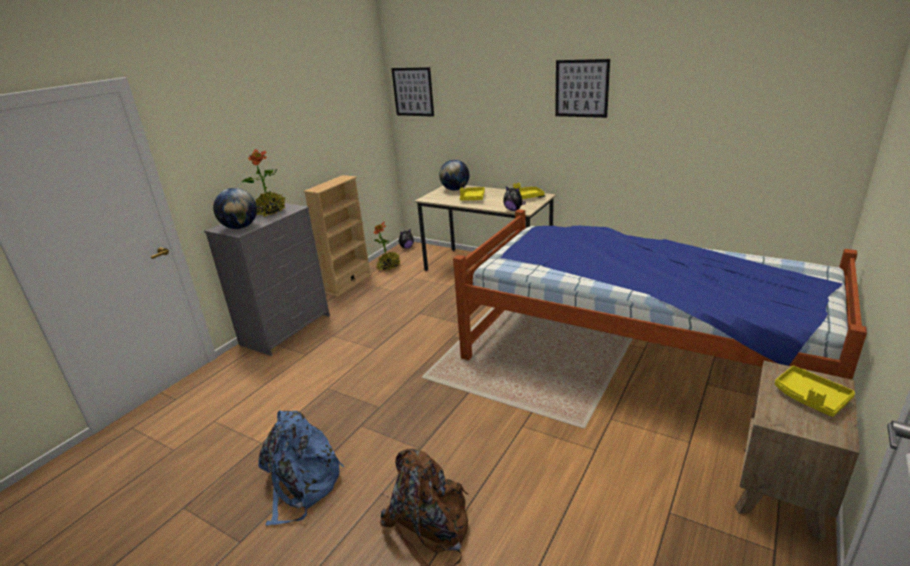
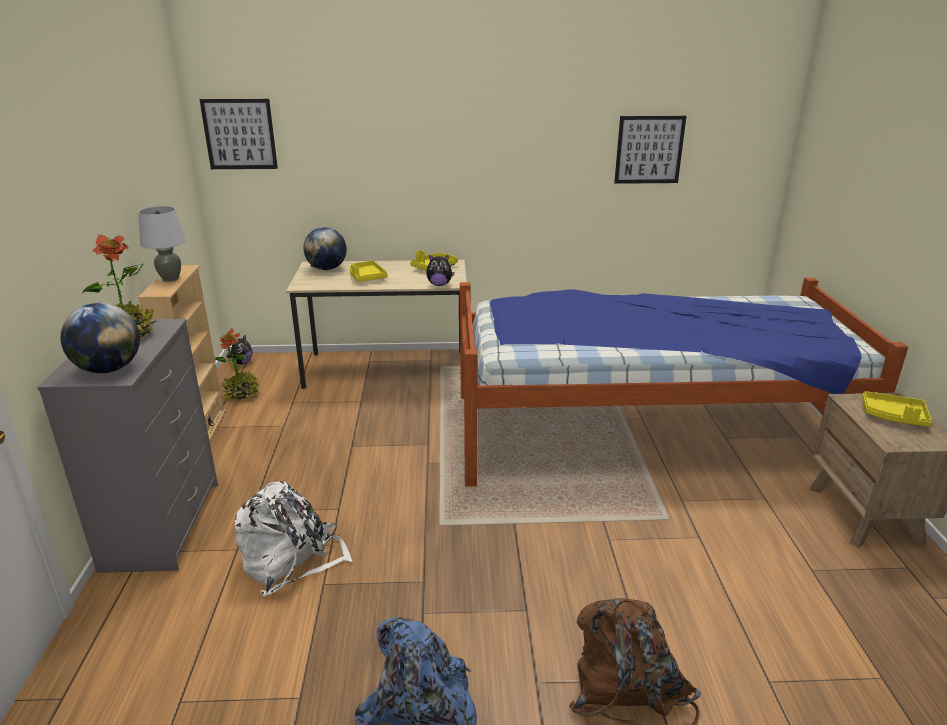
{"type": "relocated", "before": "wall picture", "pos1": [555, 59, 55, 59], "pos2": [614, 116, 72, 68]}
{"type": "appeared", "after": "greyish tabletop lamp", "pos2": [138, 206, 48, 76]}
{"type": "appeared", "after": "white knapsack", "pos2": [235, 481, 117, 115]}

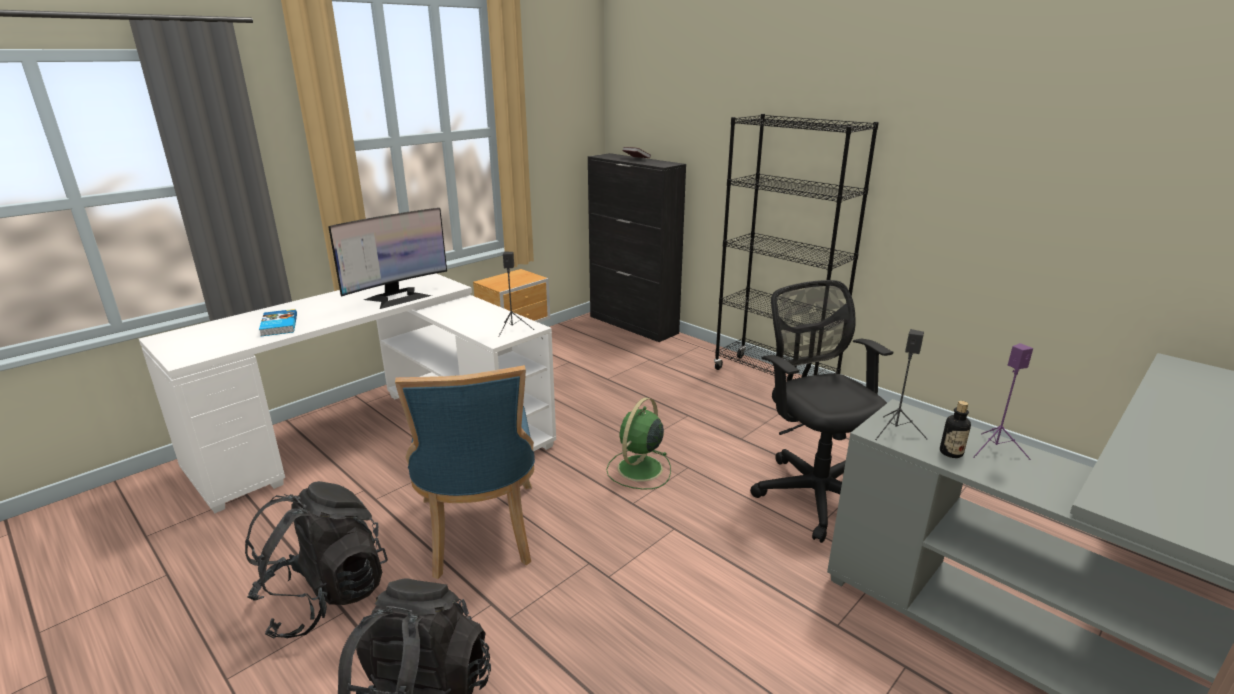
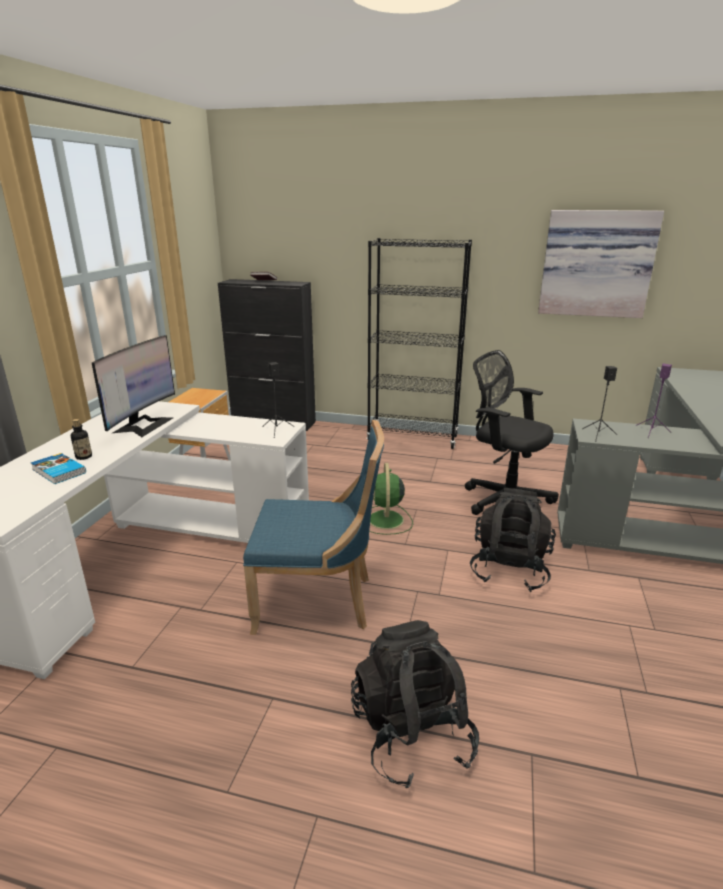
{"type": "relocated", "before": "blackish knapsack", "pos1": [245, 481, 143, 158], "pos2": [470, 488, 86, 104]}
{"type": "spun", "before": "bluish plain chair", "pos1": [395, 365, 140, 214], "pos2": [243, 420, 141, 215], "turn": -45}
{"type": "relocated", "before": "bottle", "pos1": [940, 401, 31, 57], "pos2": [71, 419, 21, 41]}
{"type": "appeared", "after": "wall picture", "pos2": [538, 210, 126, 108]}

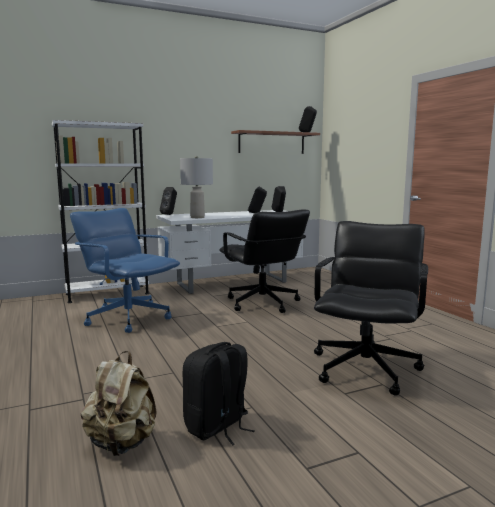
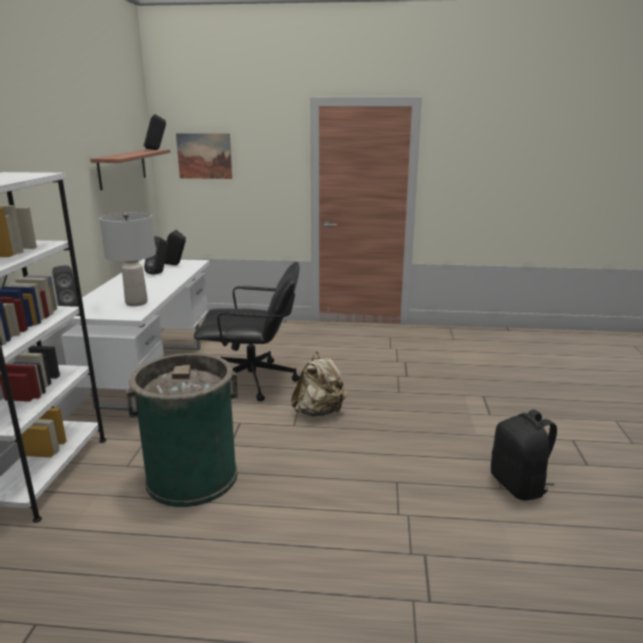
{"type": "exchanged", "before": "bluish desk chair", "after": "green-coloured trash can", "pos1": [70, 208, 110, 125], "pos2": [126, 353, 112, 154]}
{"type": "relocated", "before": "beige-coloured knapsack", "pos1": [81, 351, 75, 105], "pos2": [291, 352, 56, 64]}
{"type": "missing", "before": "blackish desk chair", "pos1": [314, 221, 114, 175]}
{"type": "appeared", "after": "wall picture", "pos2": [176, 133, 56, 46]}

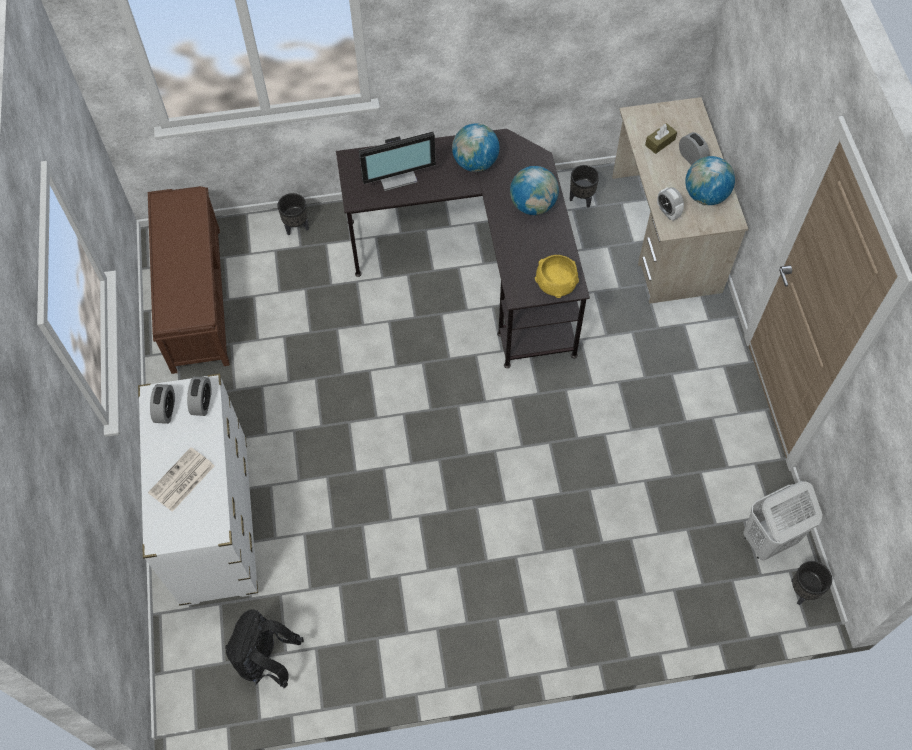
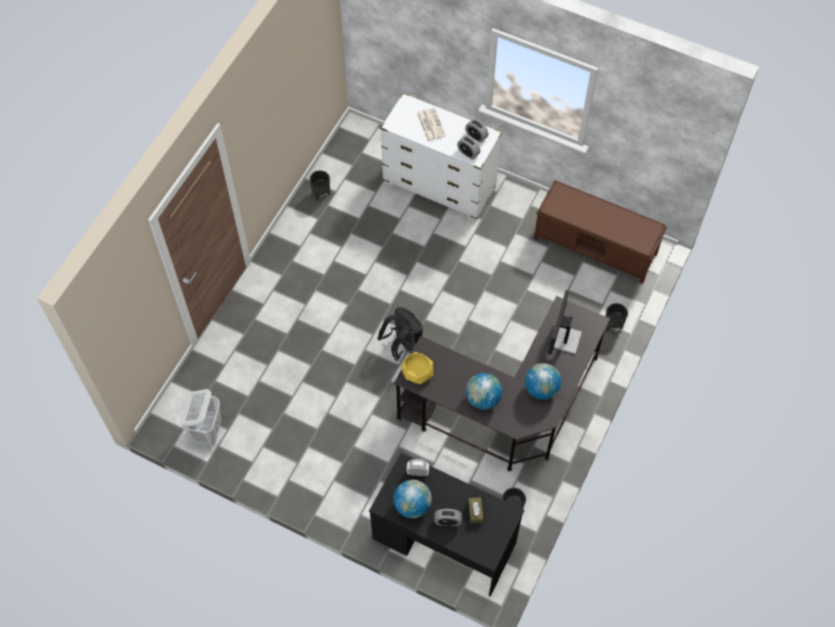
{"type": "relocated", "before": "blackish knapsack", "pos1": [225, 609, 79, 79], "pos2": [377, 307, 46, 54]}
{"type": "colour", "before": "beige-coloured desk", "after": "blackish desk", "pos1": [612, 97, 137, 207], "pos2": [369, 452, 155, 145]}
{"type": "relocated", "before": "blackish plant pot", "pos1": [791, 561, 41, 44], "pos2": [309, 170, 21, 31]}

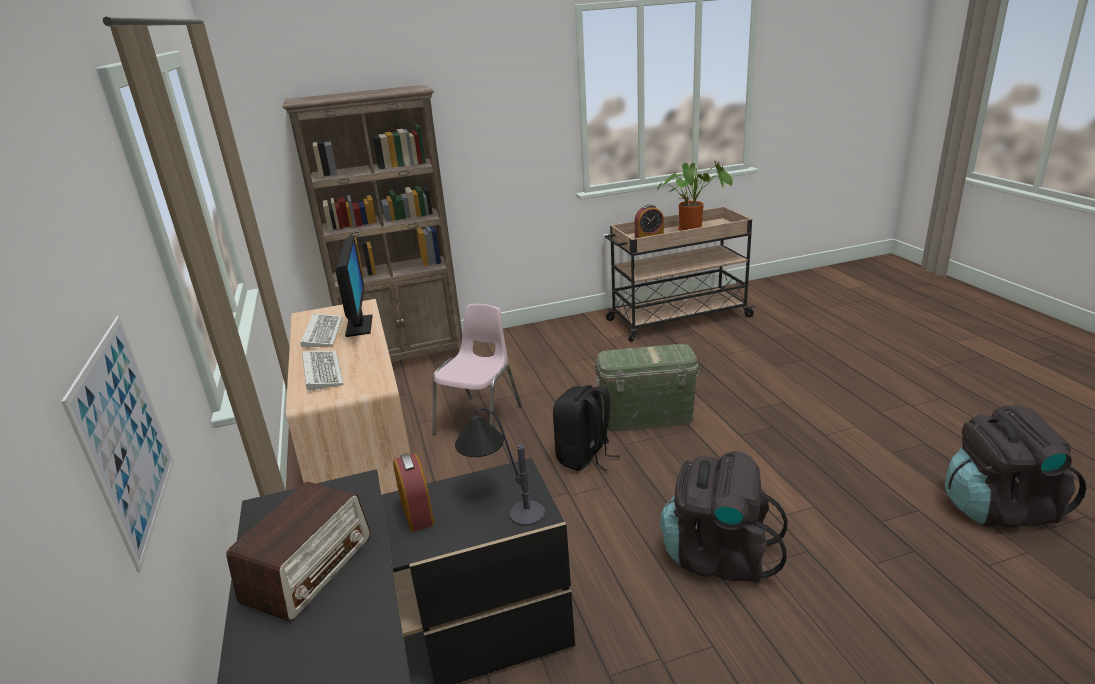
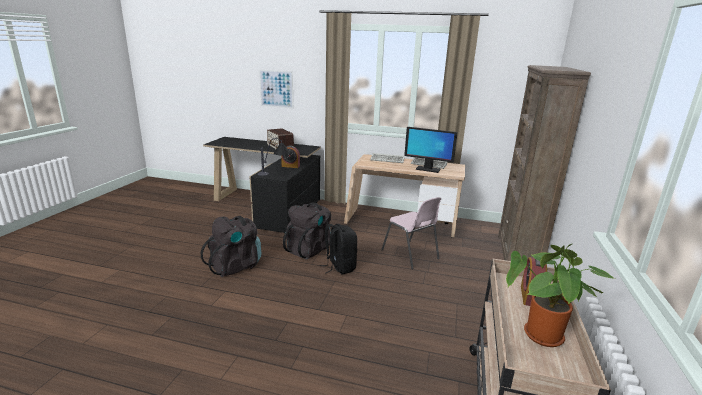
{"type": "missing", "before": "green-coloured storage box", "pos1": [594, 344, 106, 87]}
{"type": "relocated", "before": "blackish knapsack", "pos1": [945, 405, 141, 122], "pos2": [283, 202, 48, 57]}

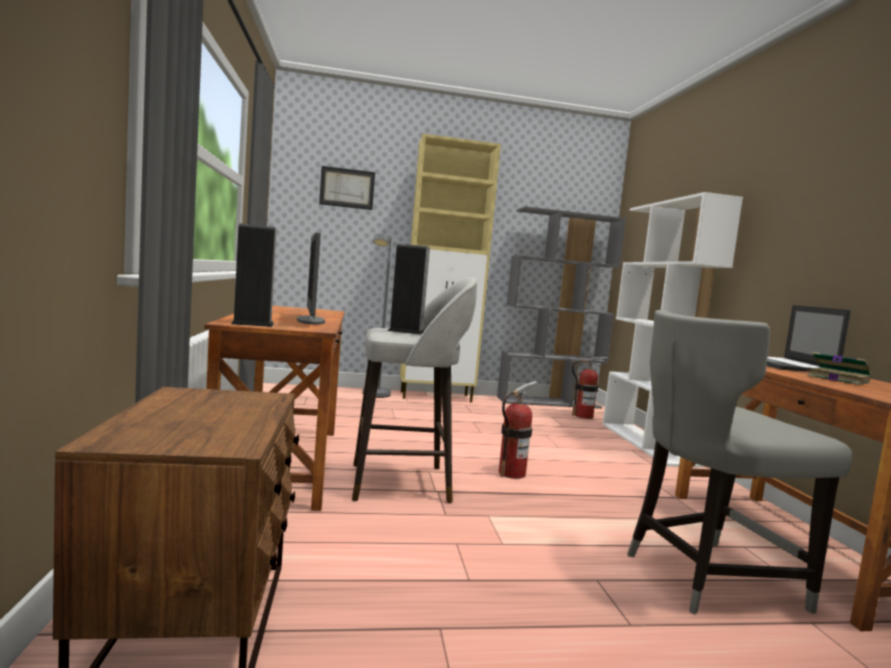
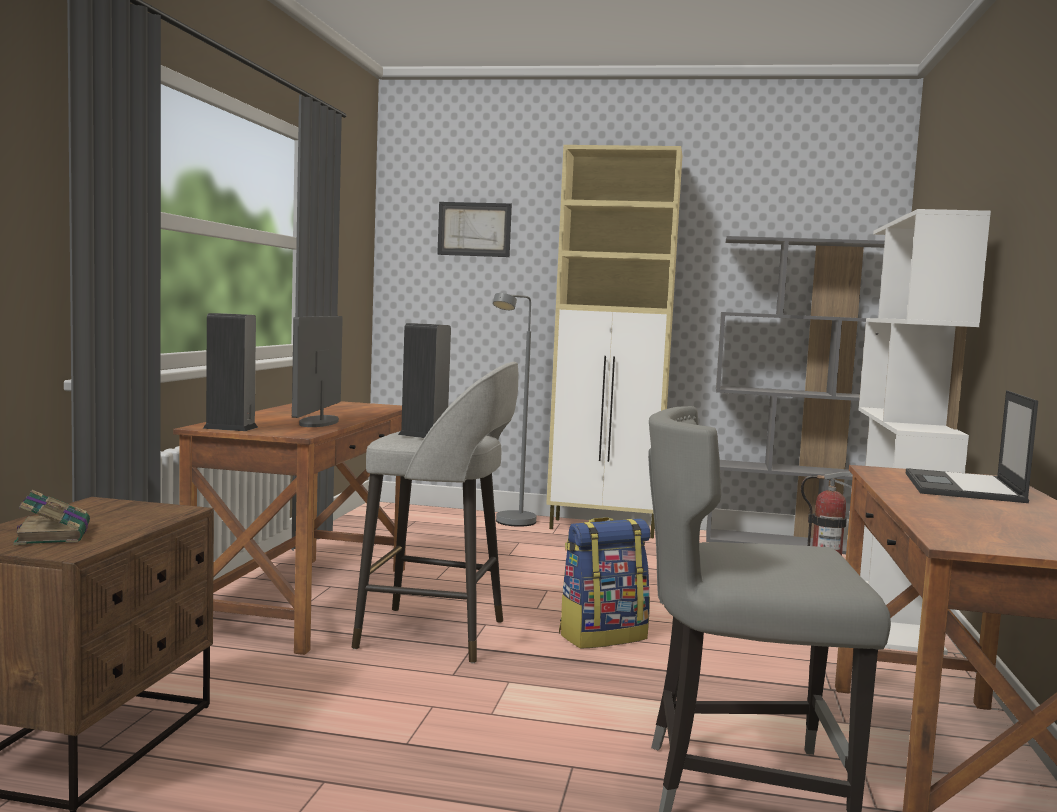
{"type": "exchanged", "before": "fire extinguisher", "after": "knapsack", "pos1": [499, 381, 40, 98], "pos2": [559, 517, 91, 132]}
{"type": "relocated", "before": "book", "pos1": [807, 352, 64, 33], "pos2": [13, 490, 77, 55]}

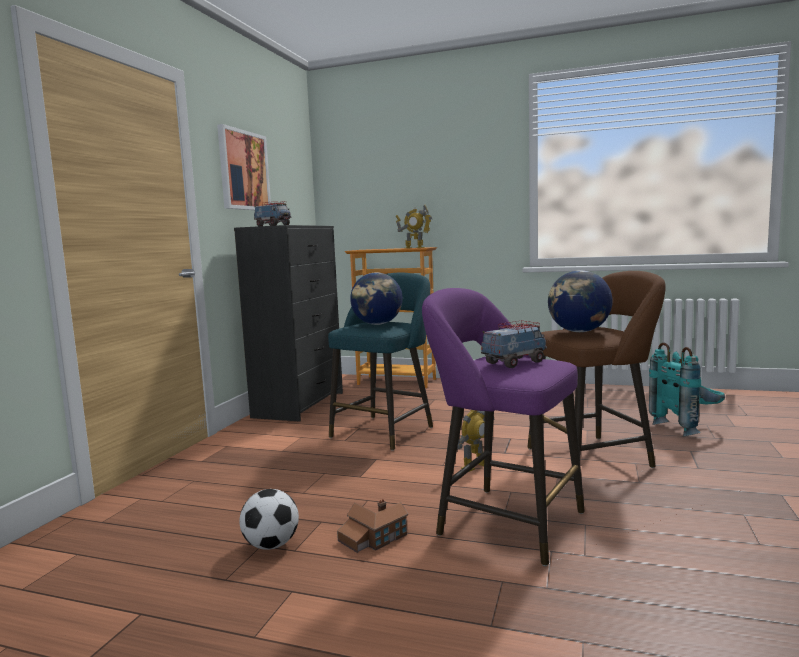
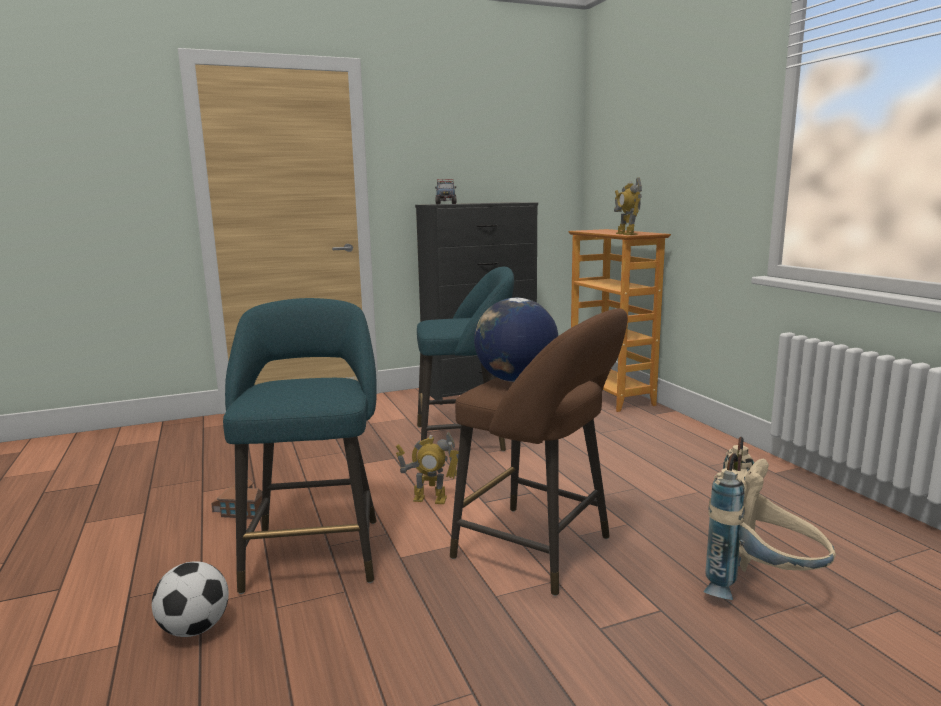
{"type": "missing", "before": "wall picture", "pos1": [217, 124, 54, 86]}
{"type": "relocated", "before": "ball for football", "pos1": [239, 489, 60, 61], "pos2": [152, 561, 77, 76]}
{"type": "missing", "before": "desk globe", "pos1": [350, 272, 53, 53]}
{"type": "colour", "before": "purple-coloured stool", "after": "blue-green stool", "pos1": [422, 288, 163, 278], "pos2": [223, 298, 154, 296]}
{"type": "missing", "before": "toy lorry", "pos1": [481, 320, 66, 48]}
{"type": "colour", "before": "blue-green knapsack", "after": "beige-coloured knapsack", "pos1": [649, 342, 76, 95], "pos2": [703, 437, 133, 163]}

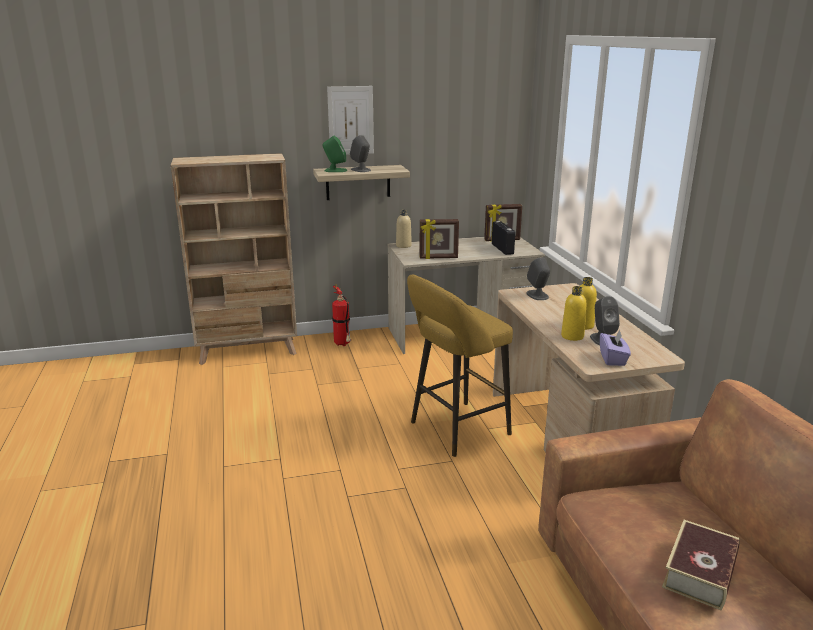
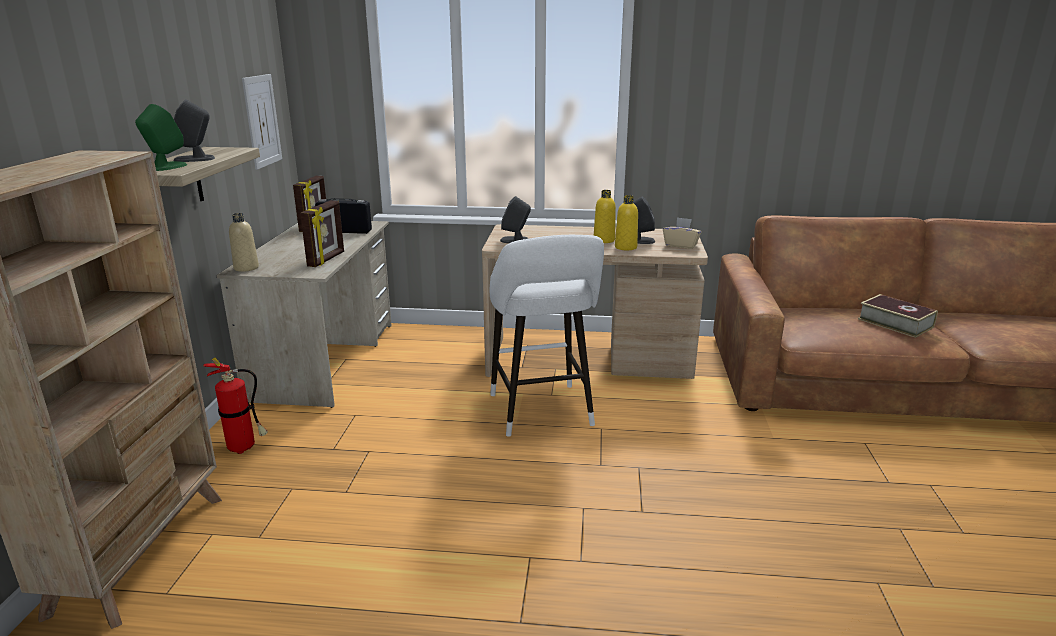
{"type": "relocated", "before": "wall picture", "pos1": [327, 86, 47, 69], "pos2": [242, 74, 40, 96]}
{"type": "colour", "before": "yellowish stool", "after": "white stool", "pos1": [407, 274, 106, 183], "pos2": [490, 235, 114, 202]}
{"type": "colour", "before": "purple-coloured tissue box", "after": "beige-coloured tissue box", "pos1": [600, 330, 31, 36], "pos2": [663, 217, 38, 32]}

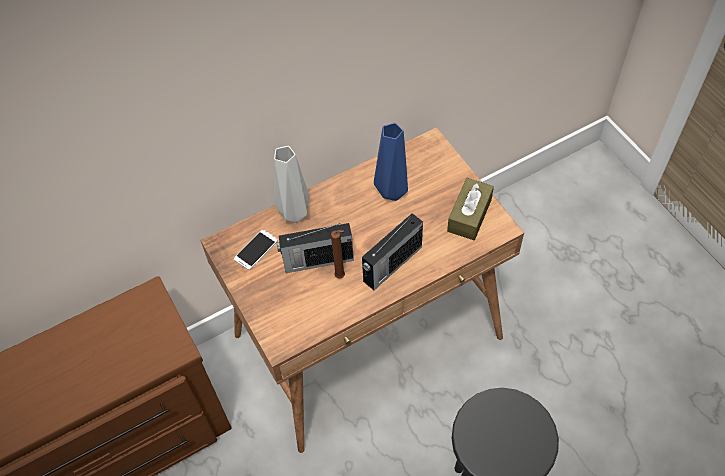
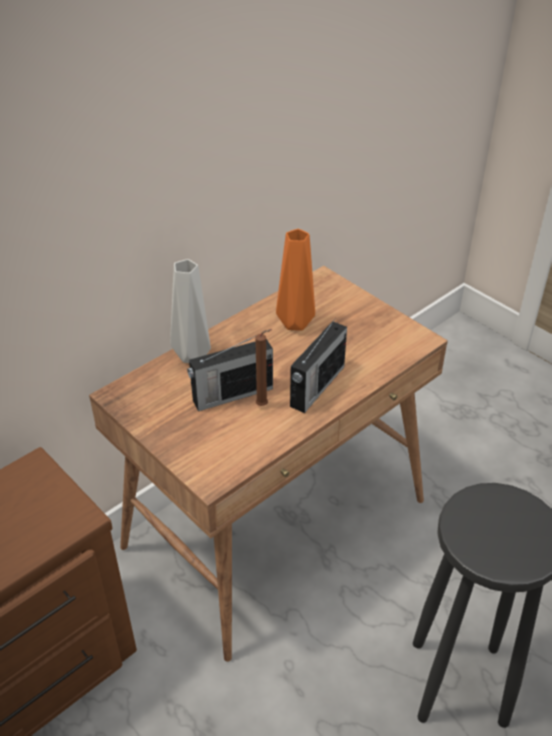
{"type": "missing", "before": "telephone", "pos1": [234, 230, 44, 40]}
{"type": "colour", "before": "bluish decorative vase", "after": "orange-coloured decorative vase", "pos1": [374, 123, 34, 78], "pos2": [276, 229, 39, 102]}
{"type": "missing", "before": "brown tissue box", "pos1": [447, 178, 47, 62]}

